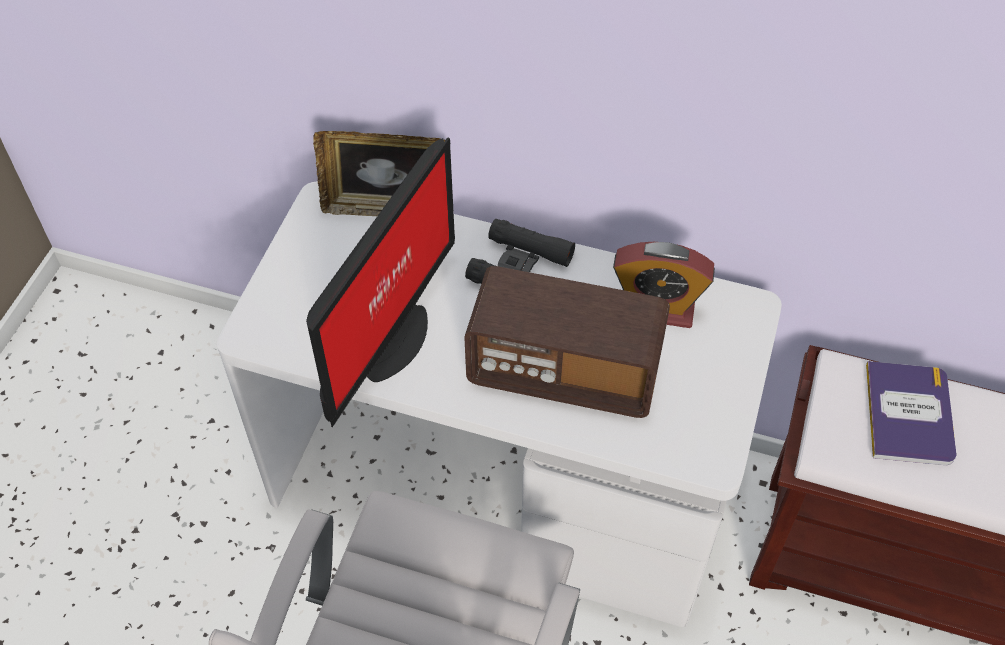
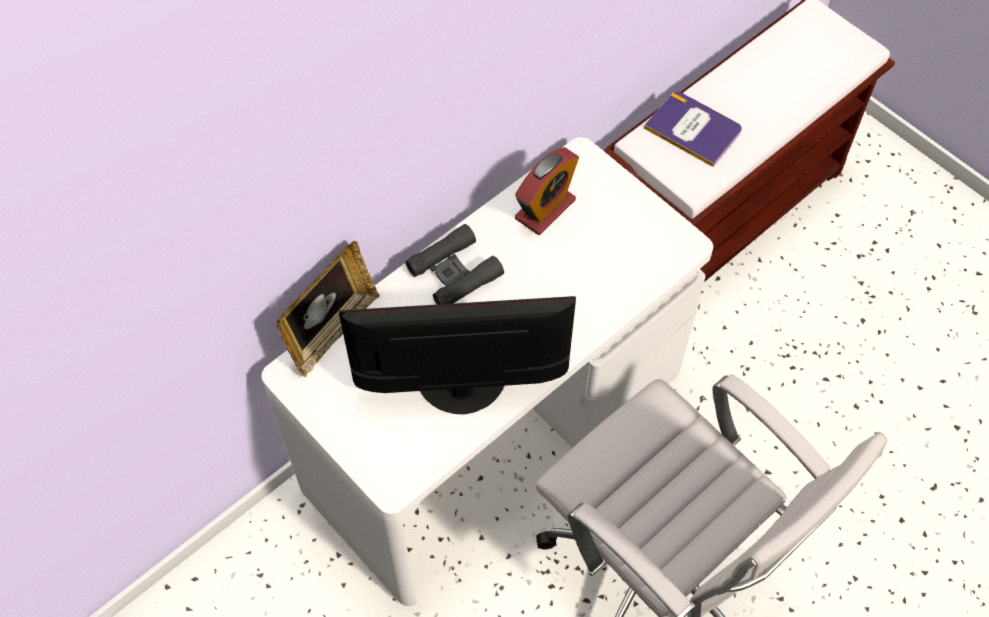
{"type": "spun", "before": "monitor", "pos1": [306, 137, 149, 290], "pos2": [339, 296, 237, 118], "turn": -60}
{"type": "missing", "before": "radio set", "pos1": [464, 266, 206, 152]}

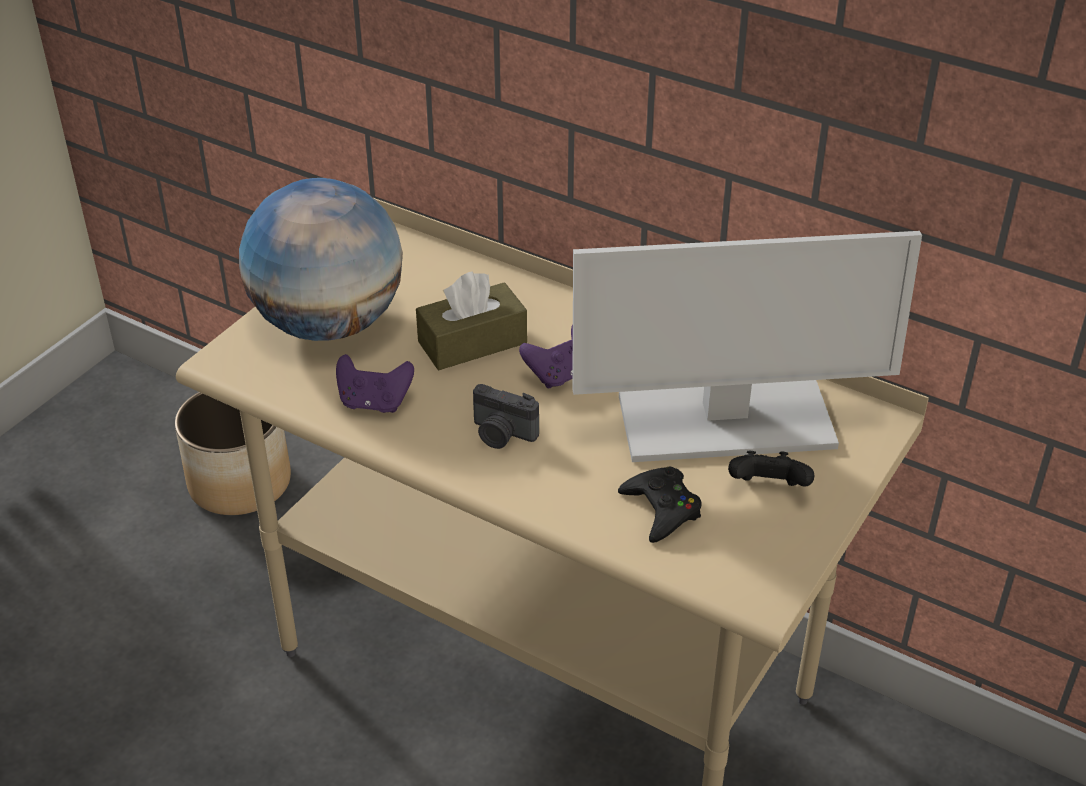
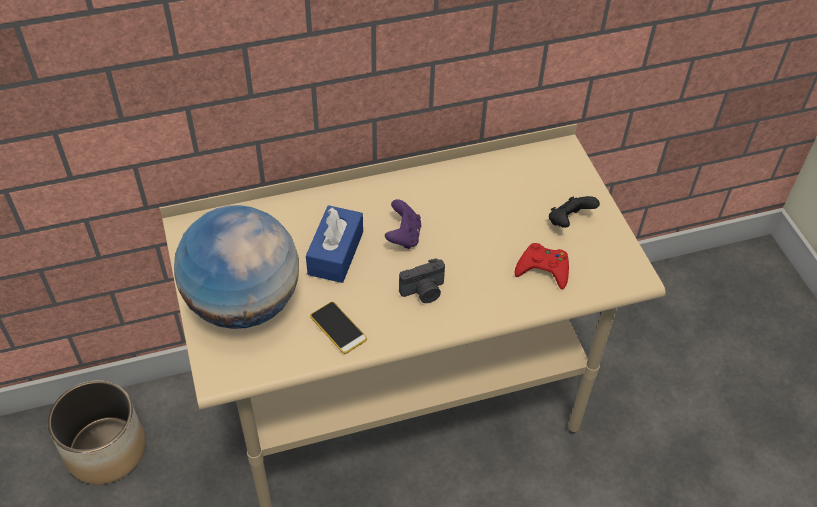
{"type": "exchanged", "before": "purple-coloured joypad", "after": "telephone", "pos1": [336, 354, 78, 59], "pos2": [310, 302, 57, 52]}
{"type": "colour", "before": "brown tissue box", "after": "bluish tissue box", "pos1": [416, 271, 111, 99], "pos2": [306, 205, 57, 78]}
{"type": "missing", "before": "monitor", "pos1": [572, 231, 350, 231]}
{"type": "colour", "before": "blackish joypad", "after": "reddish joypad", "pos1": [618, 466, 83, 77], "pos2": [514, 243, 55, 47]}

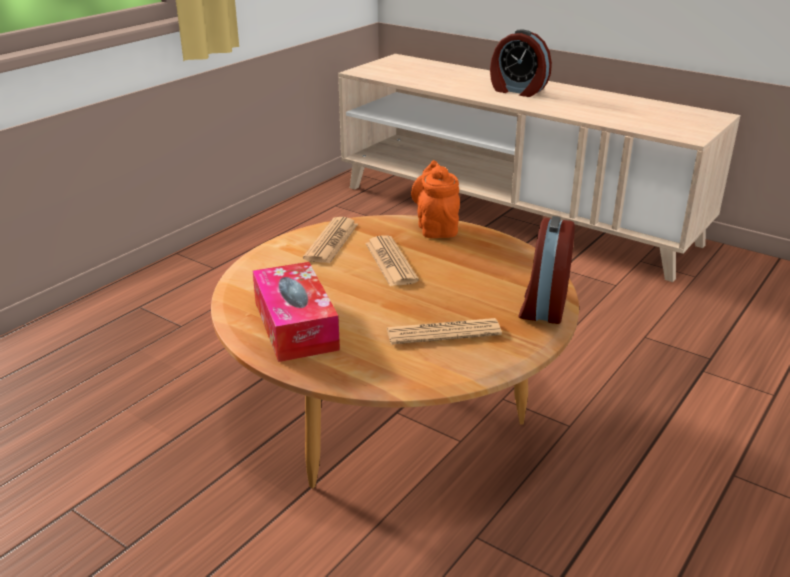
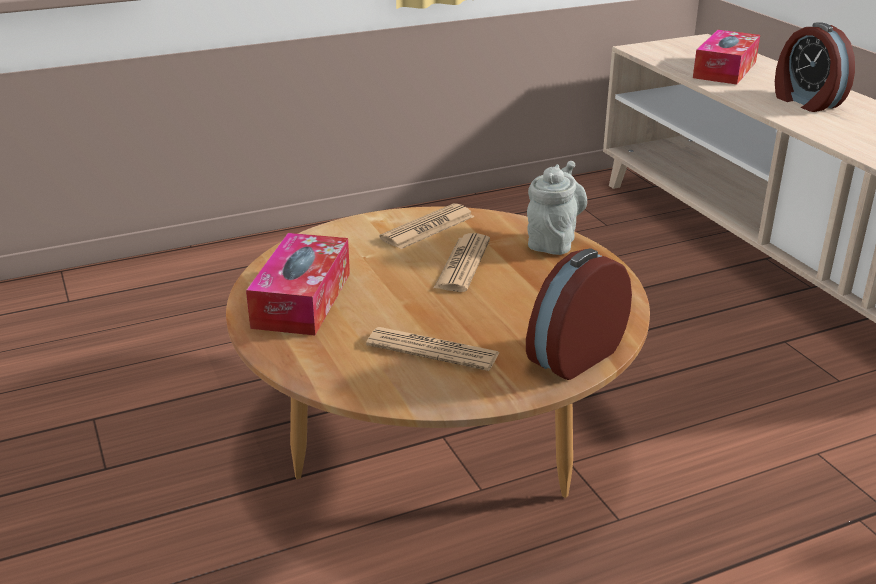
{"type": "colour", "before": "orange-coloured pot for tea", "after": "greyish pot for tea", "pos1": [411, 160, 49, 78], "pos2": [527, 161, 60, 94]}
{"type": "appeared", "after": "tissue box", "pos2": [693, 30, 67, 55]}

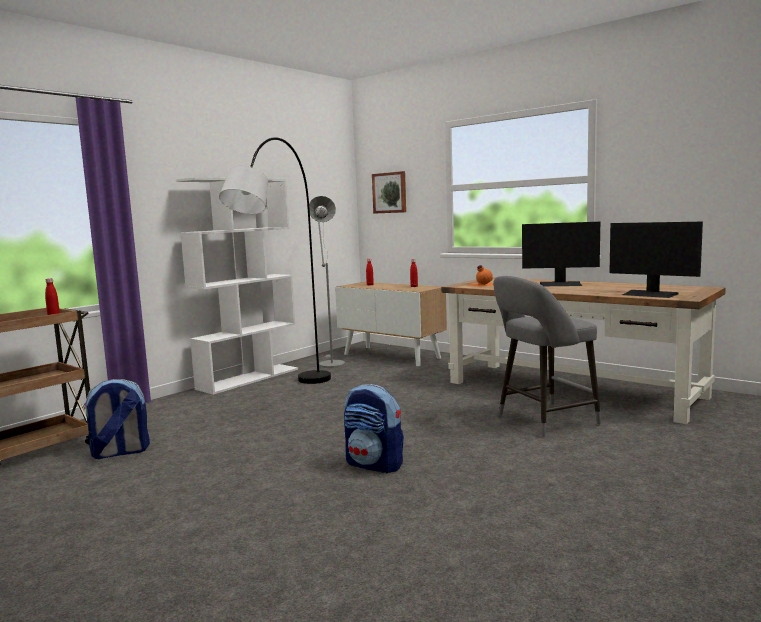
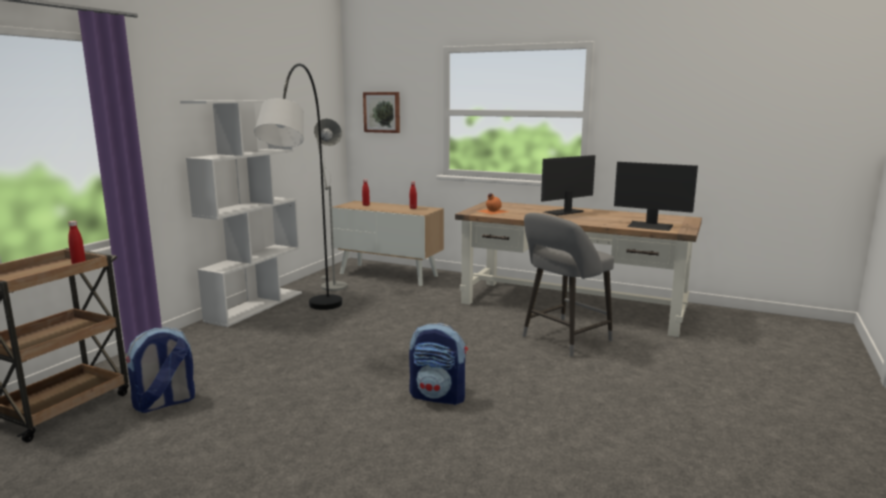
{"type": "spun", "before": "monitor", "pos1": [522, 222, 78, 64], "pos2": [541, 155, 54, 61], "turn": 150}

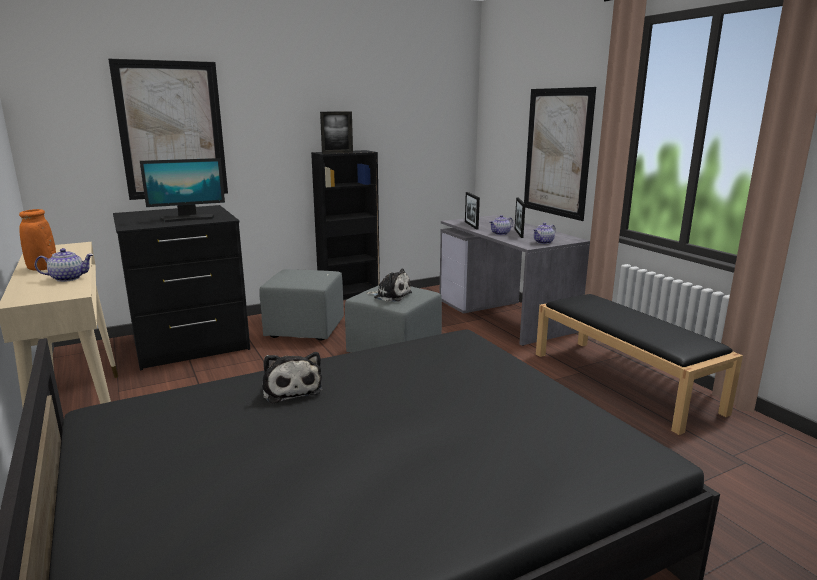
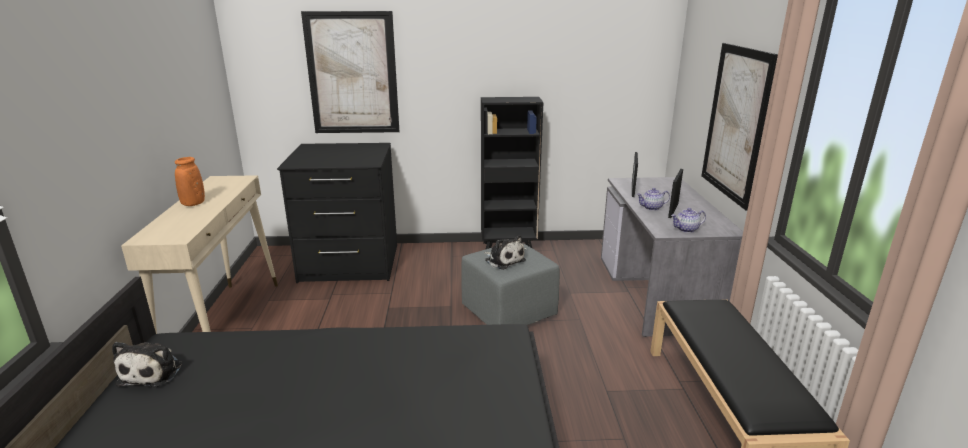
{"type": "missing", "before": "pot for tea", "pos1": [35, 248, 59, 34]}
{"type": "missing", "before": "monitor", "pos1": [140, 158, 85, 65]}
{"type": "missing", "before": "greyish ottoman", "pos1": [259, 269, 85, 72]}
{"type": "relocated", "before": "cuddly toy", "pos1": [262, 352, 60, 52], "pos2": [112, 342, 70, 45]}
{"type": "missing", "before": "standing frame", "pos1": [320, 111, 33, 43]}

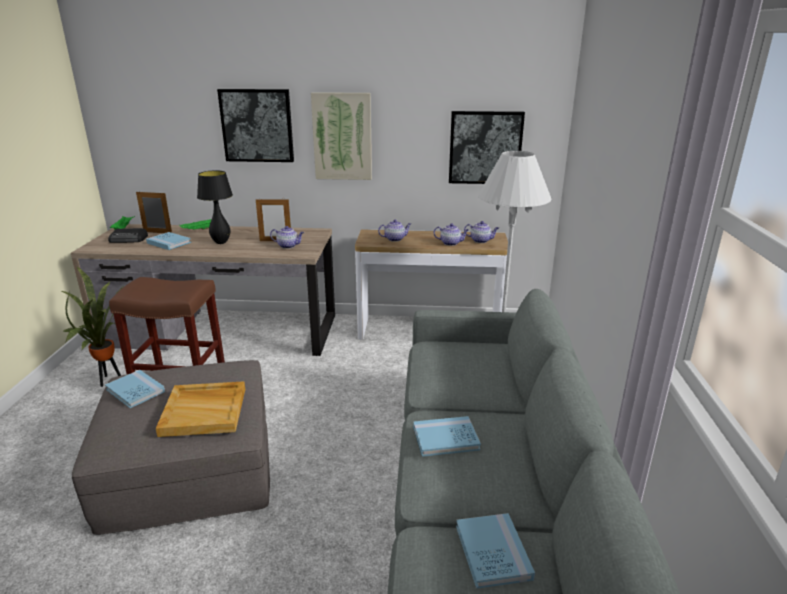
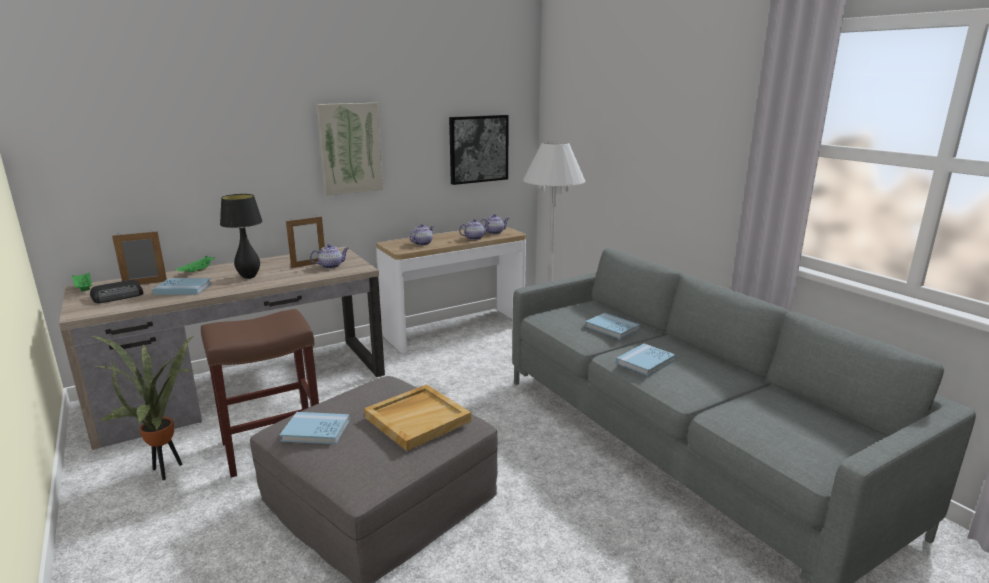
{"type": "missing", "before": "wall picture", "pos1": [217, 89, 77, 73]}
{"type": "relocated", "before": "bluish book", "pos1": [456, 513, 79, 76], "pos2": [585, 313, 55, 26]}

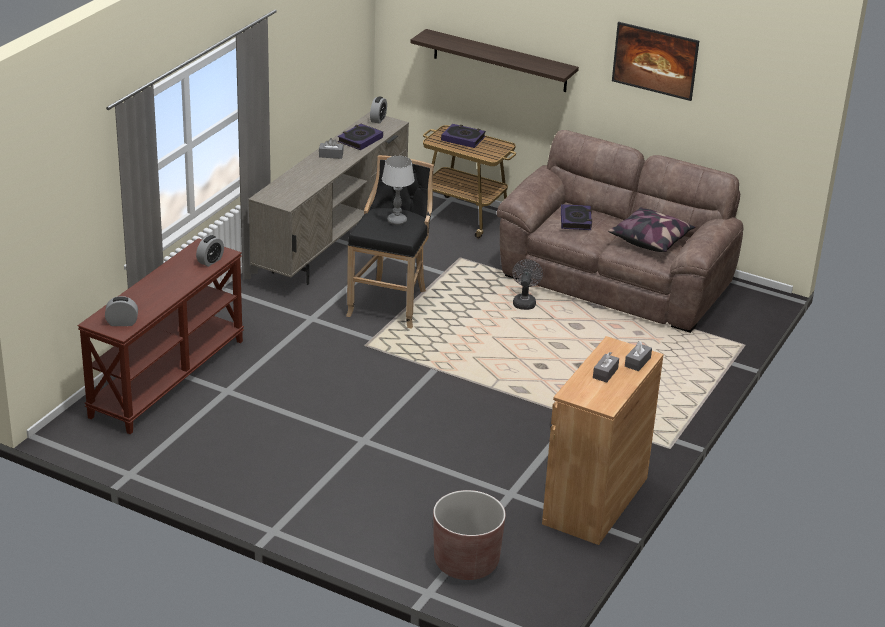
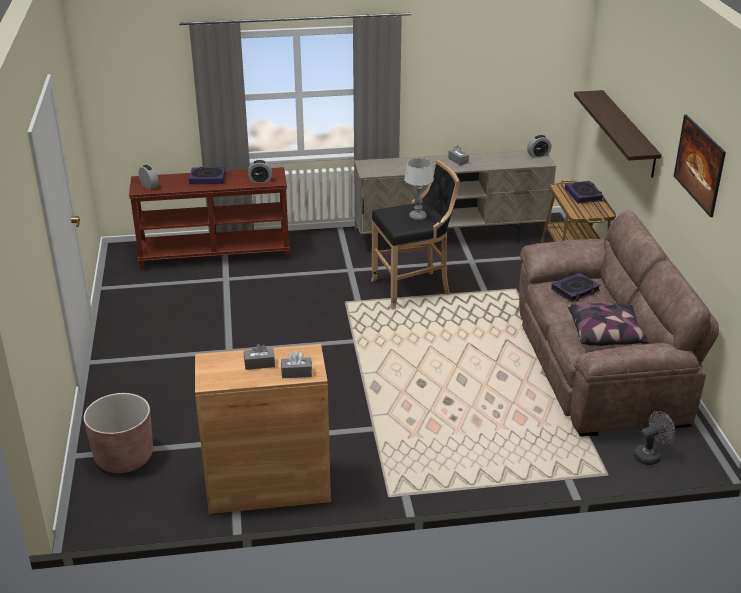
{"type": "relocated", "before": "book", "pos1": [338, 124, 45, 26], "pos2": [189, 167, 37, 17]}
{"type": "relocated", "before": "greyish cooling fan", "pos1": [512, 259, 31, 51], "pos2": [634, 411, 41, 54]}

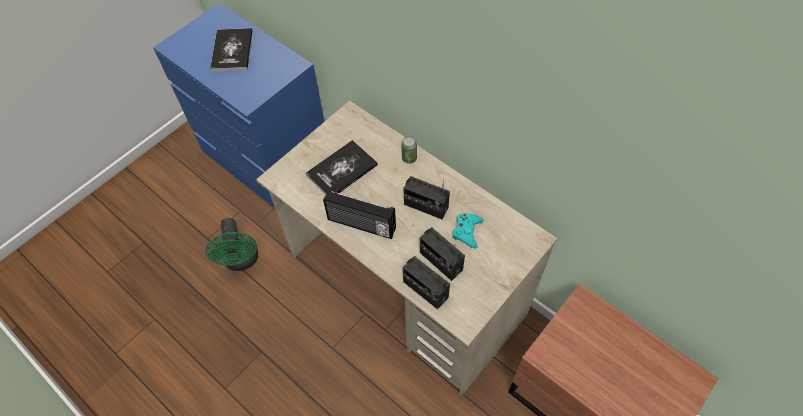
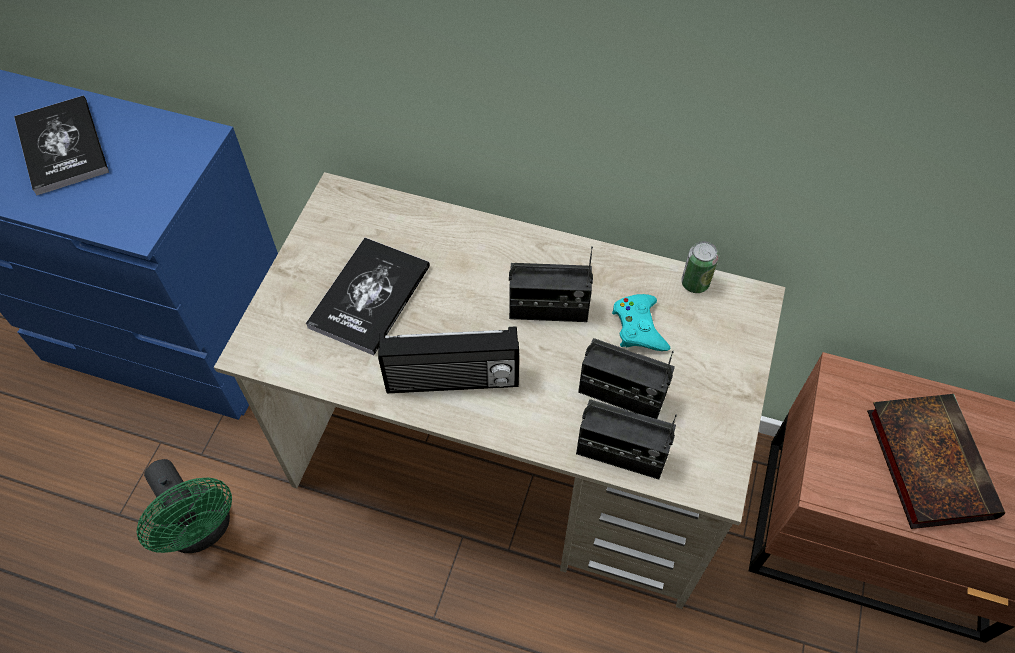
{"type": "relocated", "before": "can", "pos1": [401, 136, 16, 28], "pos2": [681, 241, 37, 52]}
{"type": "appeared", "after": "book", "pos2": [867, 394, 138, 135]}

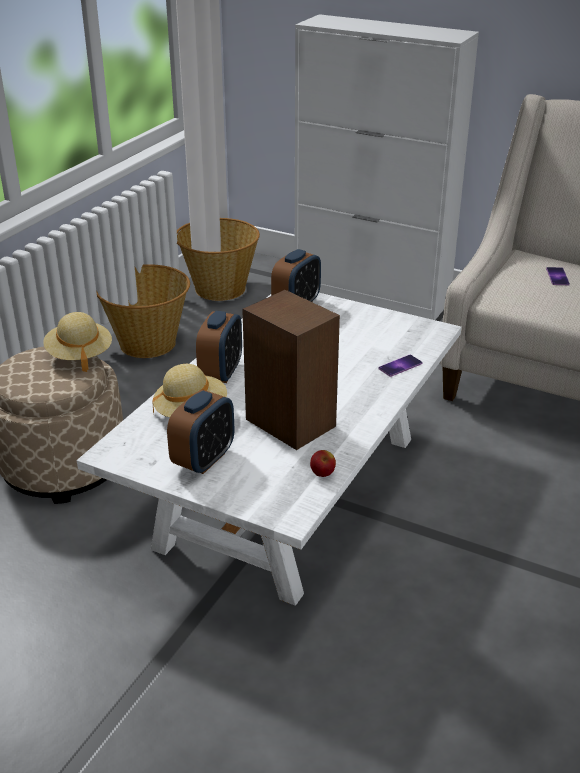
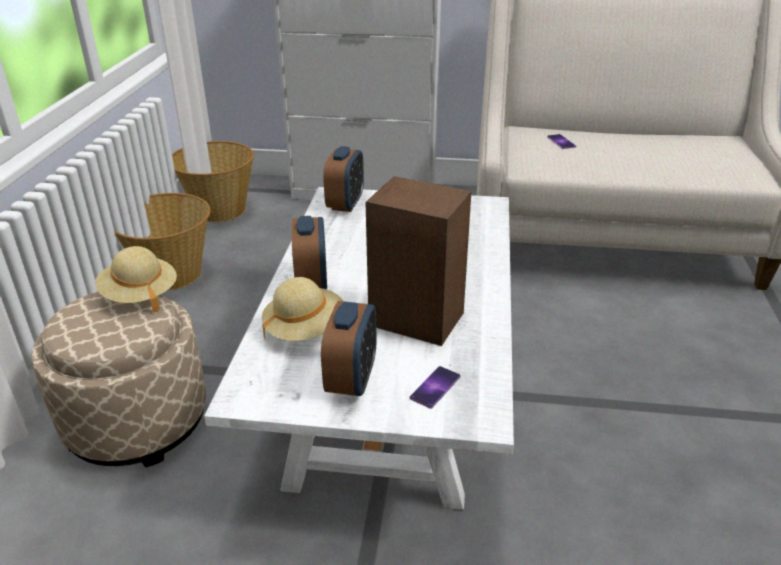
{"type": "missing", "before": "whole apple", "pos1": [310, 450, 26, 27]}
{"type": "relocated", "before": "telephone", "pos1": [378, 355, 45, 22], "pos2": [410, 366, 51, 43]}

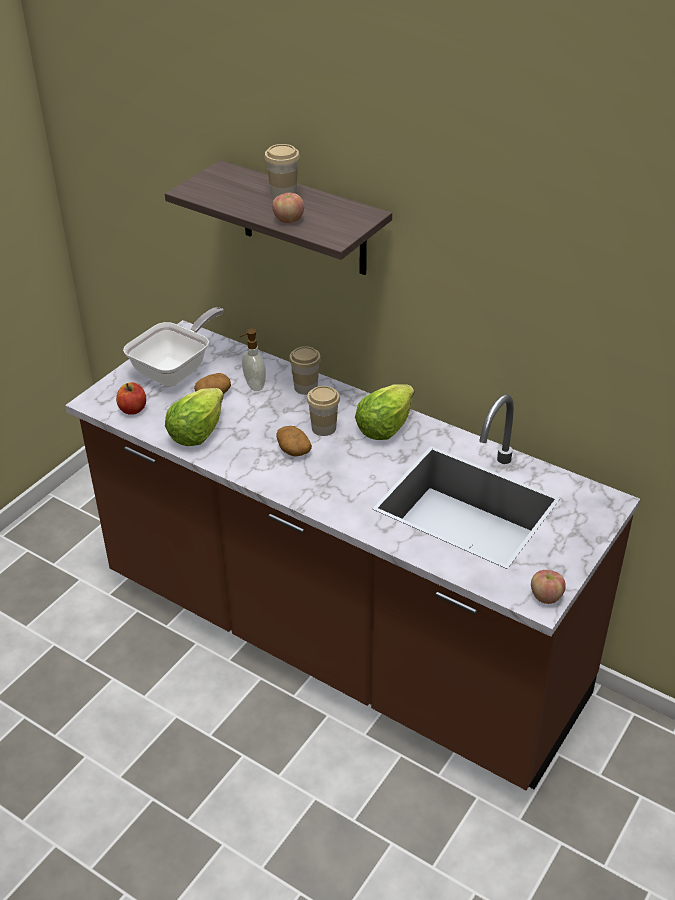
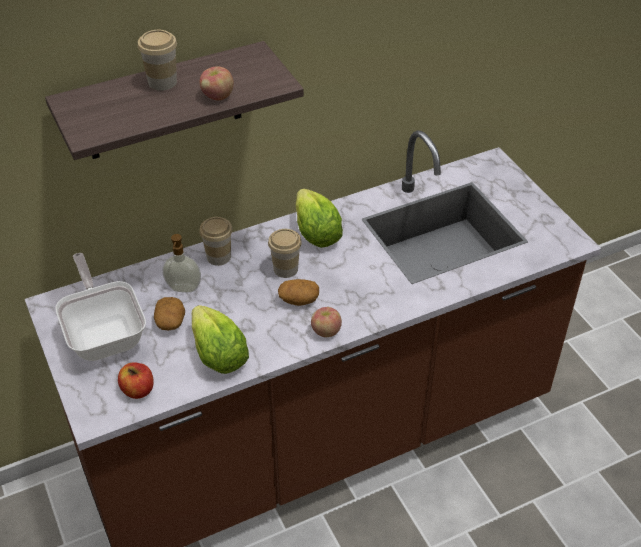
{"type": "relocated", "before": "whole apple", "pos1": [531, 570, 35, 34], "pos2": [311, 307, 31, 30]}

